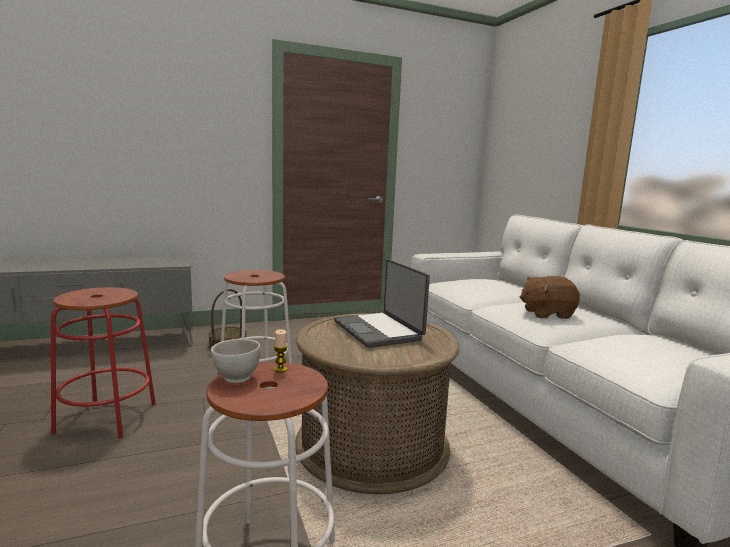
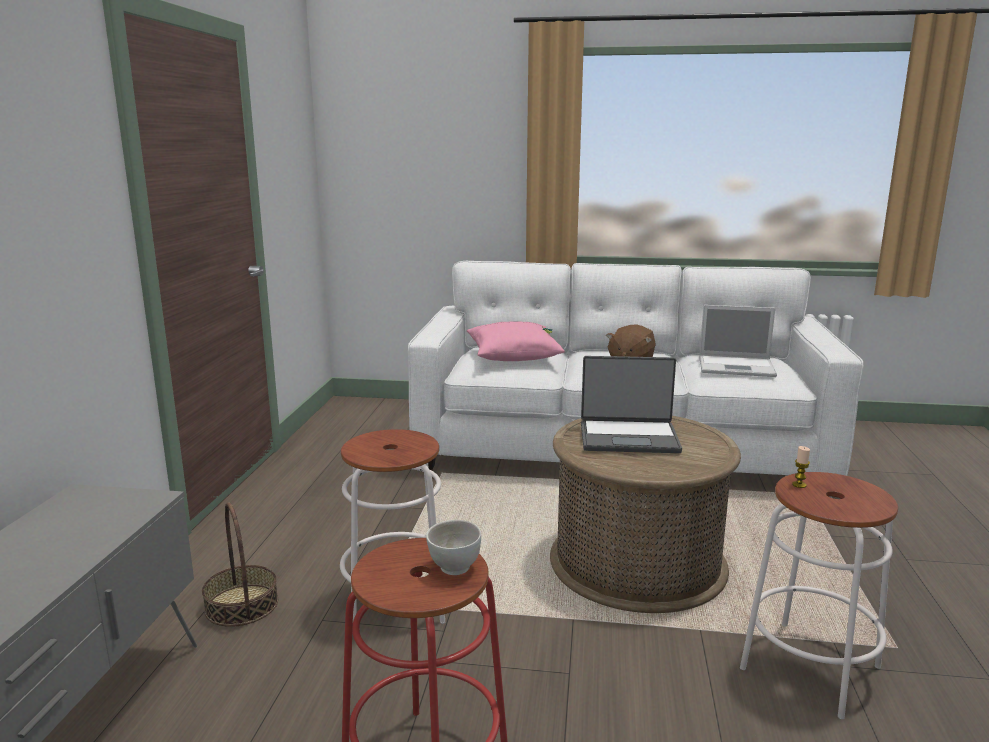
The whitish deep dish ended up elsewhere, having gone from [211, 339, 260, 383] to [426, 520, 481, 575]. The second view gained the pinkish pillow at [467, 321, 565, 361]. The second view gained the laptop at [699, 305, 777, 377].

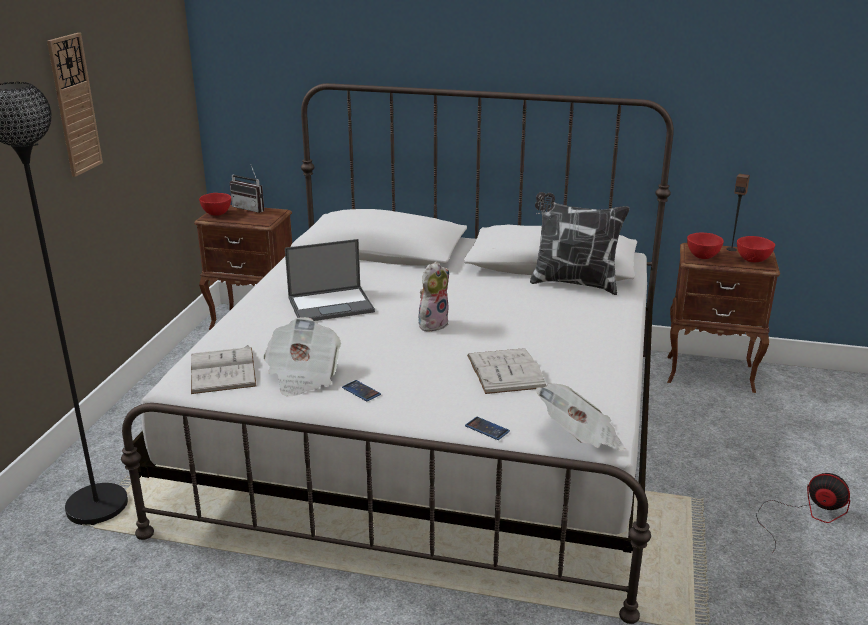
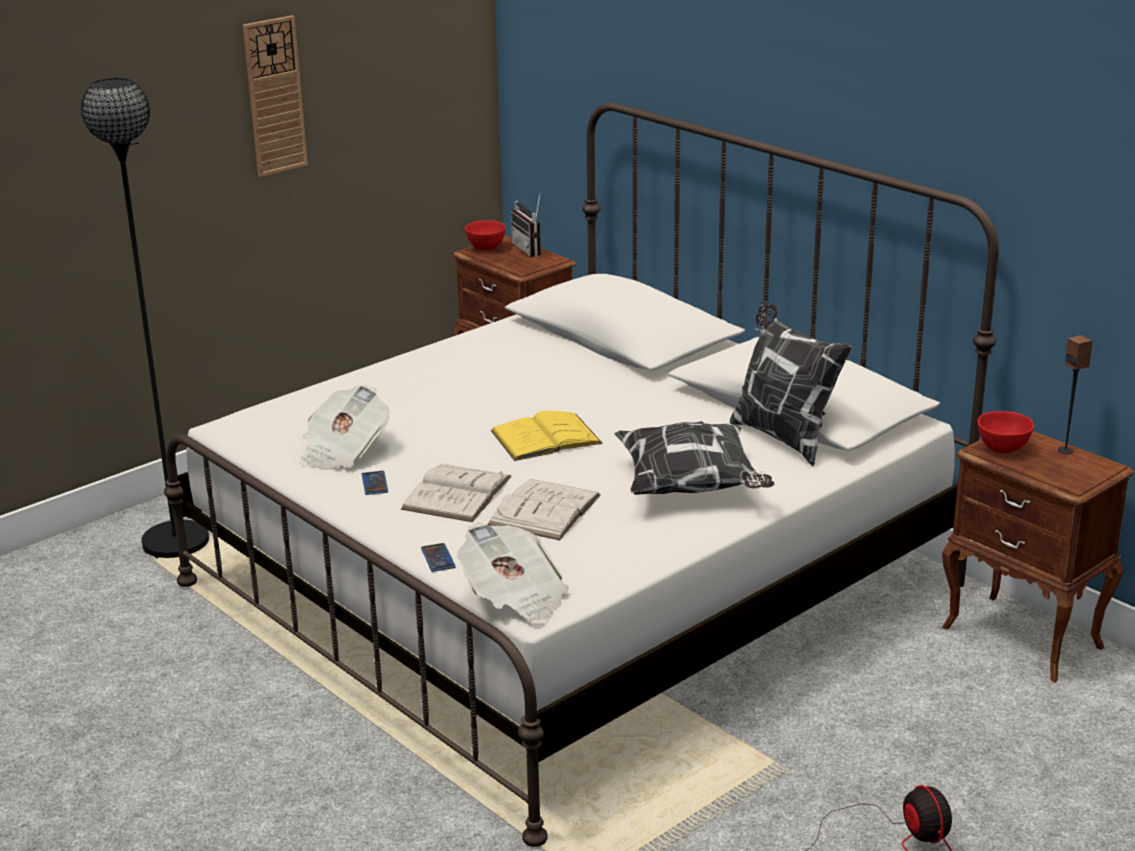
The whitish bound book ended up elsewhere, having gone from [191, 345, 256, 394] to [401, 463, 512, 522]. Where the soft toy stood at [418, 261, 449, 332], the yellow-coloured bound book came to stand at [491, 411, 603, 461]. The second view gained the pillow at [614, 421, 775, 495]. The second view lost the laptop at [285, 239, 375, 321]. The second view lost the reddish deep dish at [737, 236, 775, 262].

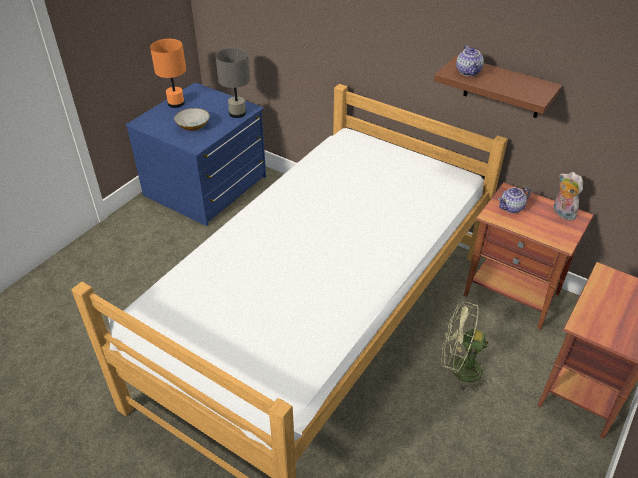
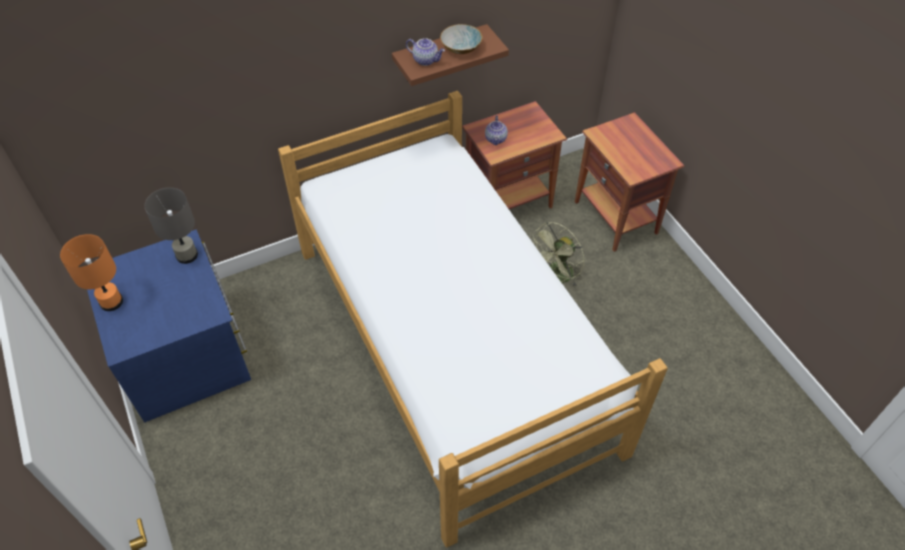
The deep dish ended up elsewhere, having gone from [174, 108, 210, 131] to [440, 24, 482, 54]. The second view lost the soft toy at [553, 172, 583, 221].

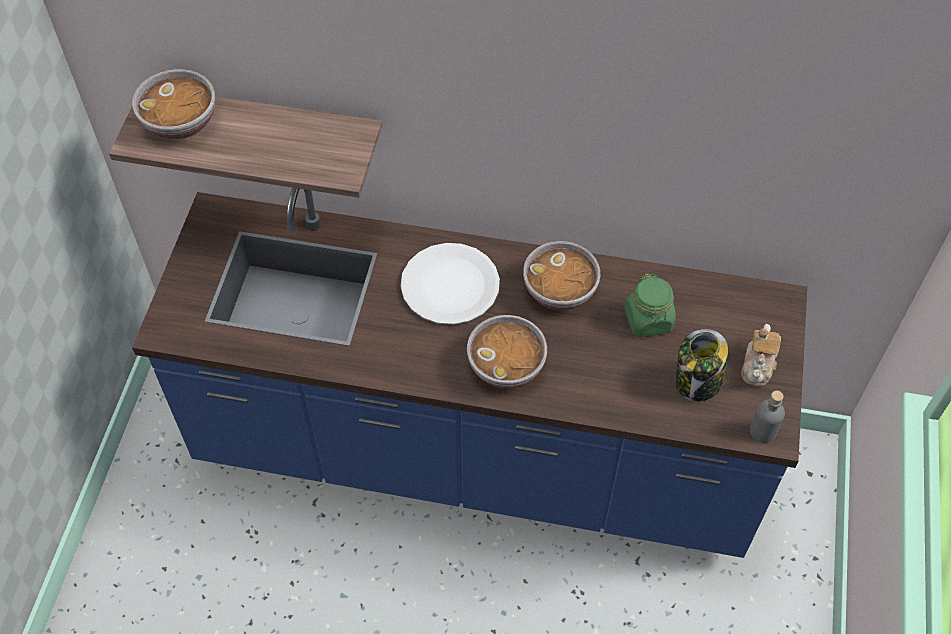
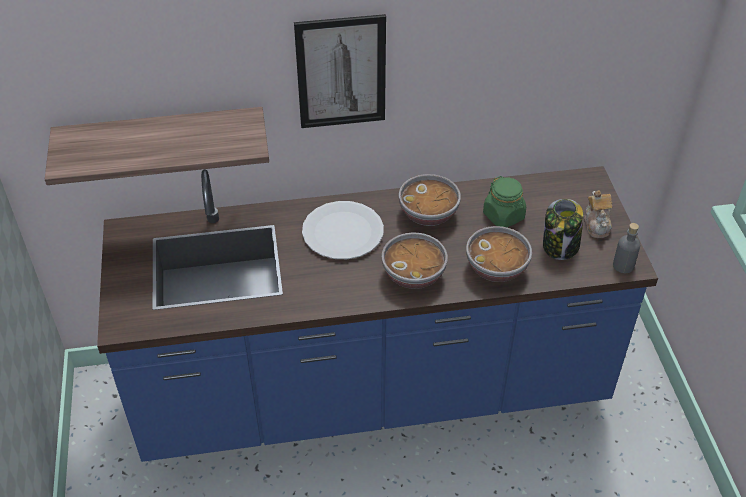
The second view gained the wall art at [294, 14, 386, 128]. The deep dish ended up elsewhere, having gone from [132, 69, 215, 140] to [466, 226, 532, 282].

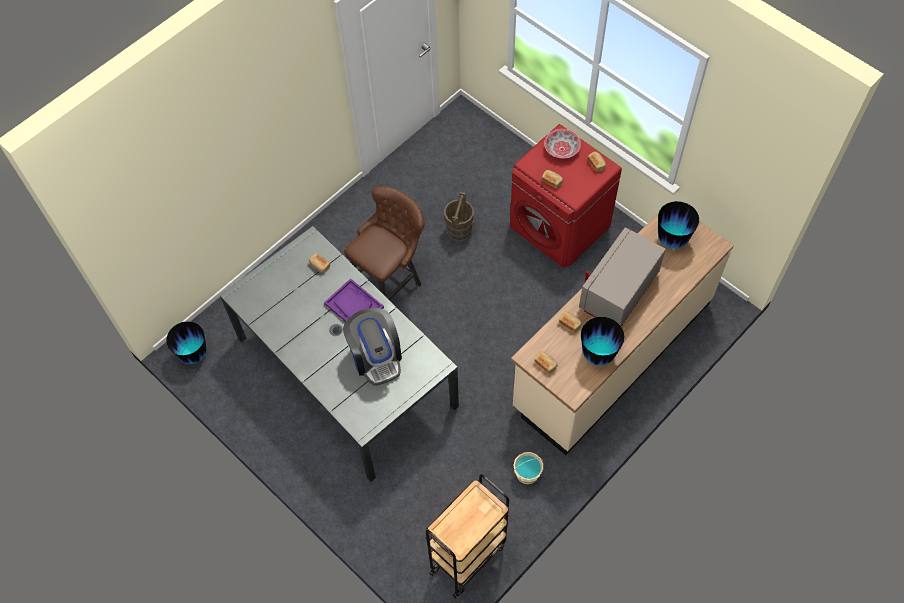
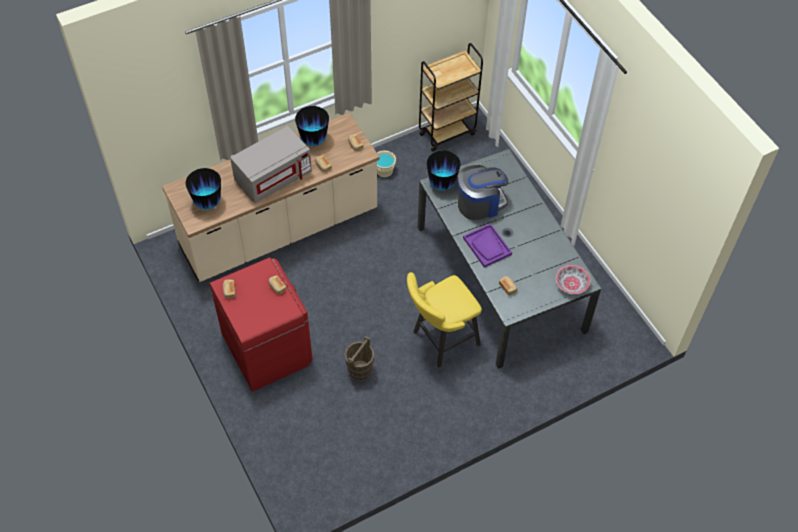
What was the brown-coloured stool at [344, 186, 425, 300] turned into the yellow-coloured stool at [407, 272, 482, 368]. The flower vase ended up elsewhere, having gone from [166, 321, 207, 364] to [427, 150, 461, 191]. The coffee maker at [343, 308, 402, 386] ended up facing another way, 75 degrees clockwise from before. The deep dish ended up elsewhere, having gone from [544, 129, 581, 159] to [556, 265, 590, 294].

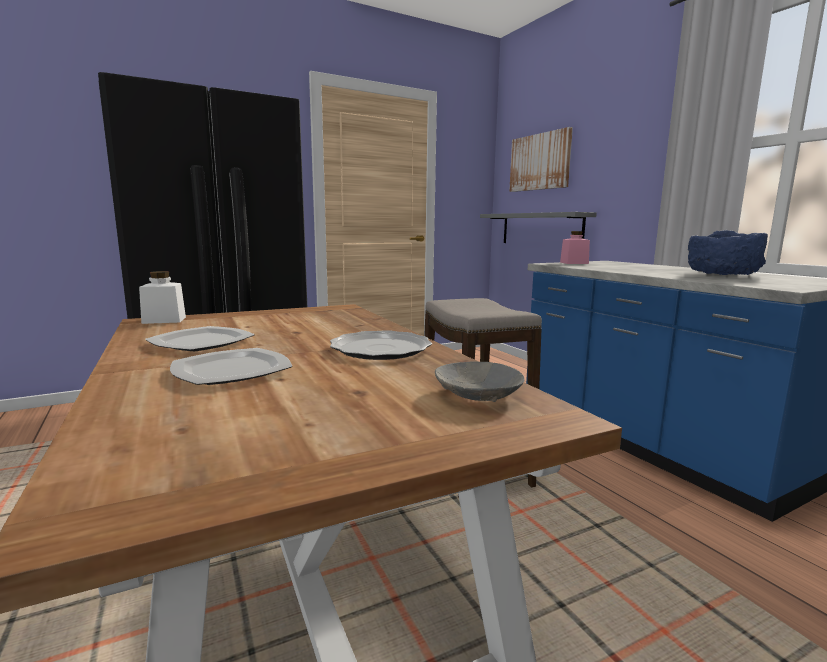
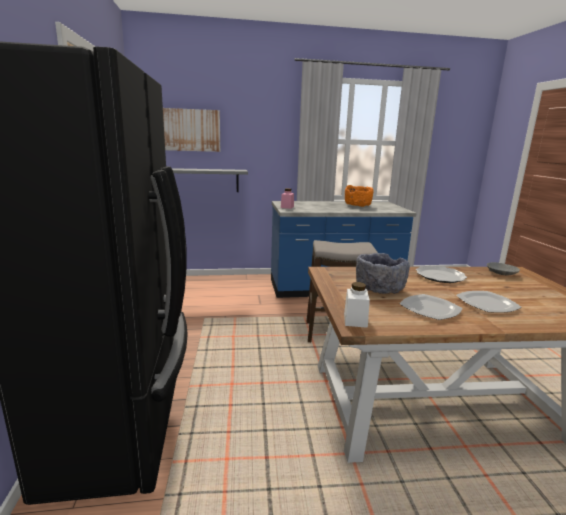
What was the bluish deep dish at [688, 230, 768, 275] turned into the orange deep dish at [345, 185, 374, 207]. The second view gained the grey deep dish at [356, 253, 410, 294].

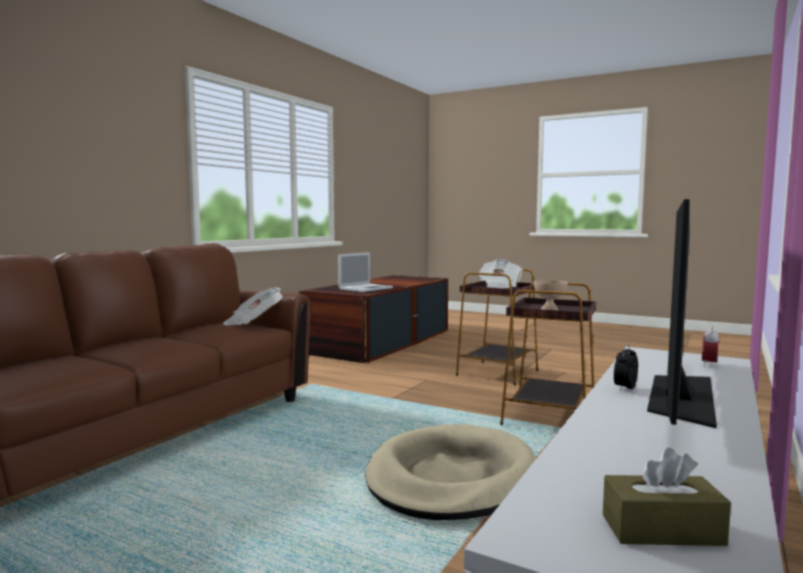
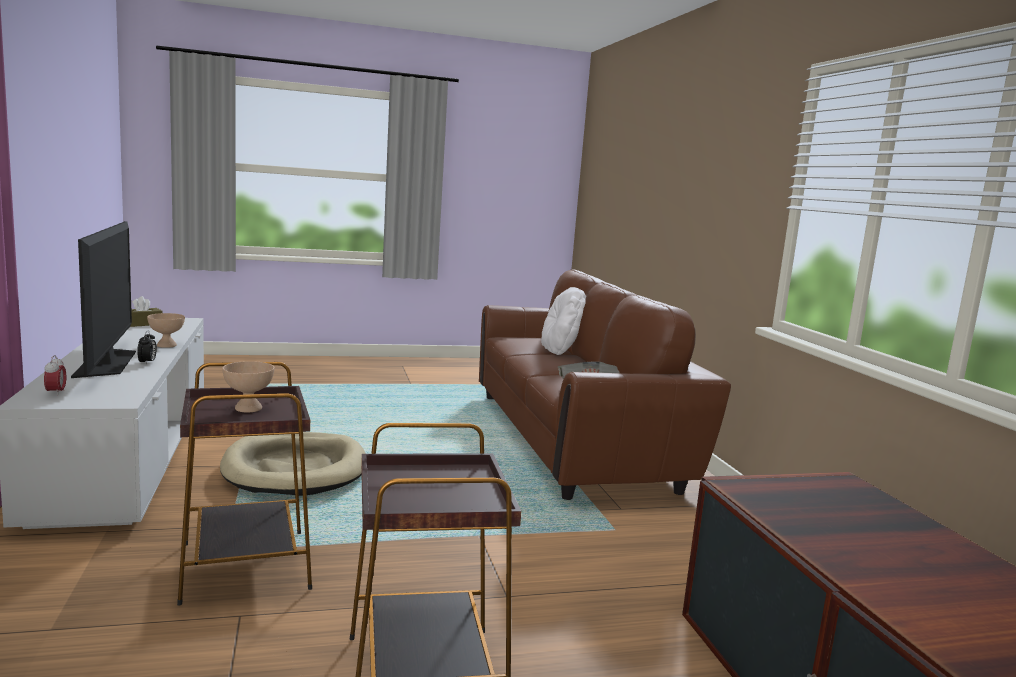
The second view gained the beige deep dish at [147, 313, 185, 348]. The second view gained the whitish pillow at [541, 287, 586, 355]. The second view lost the laptop at [338, 252, 393, 292]. The second view lost the newspaper at [479, 259, 523, 288].

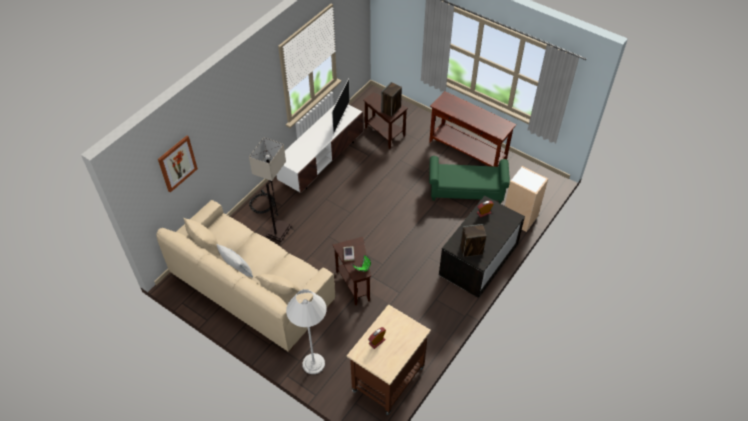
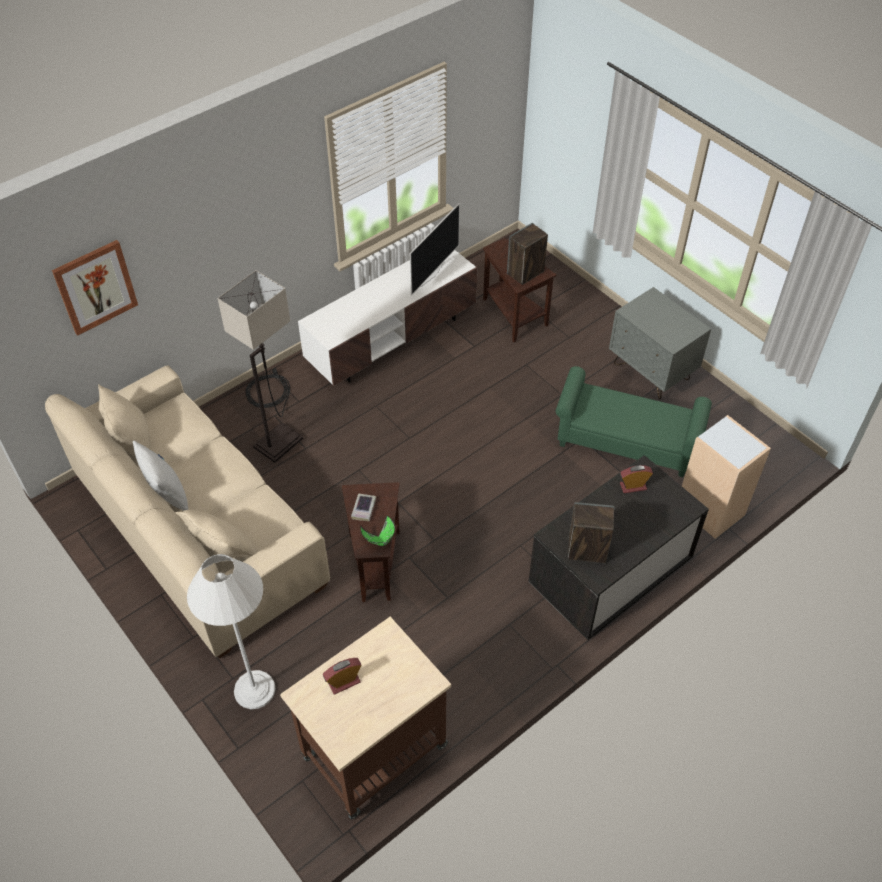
Where the brown-coloured narrow table stood at [429, 91, 516, 167], the grey night table came to stand at [609, 287, 711, 399].

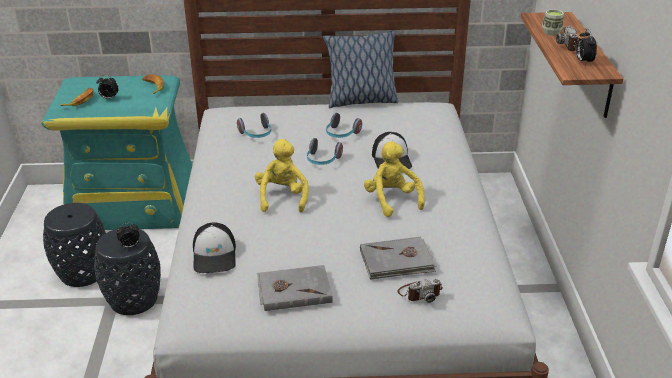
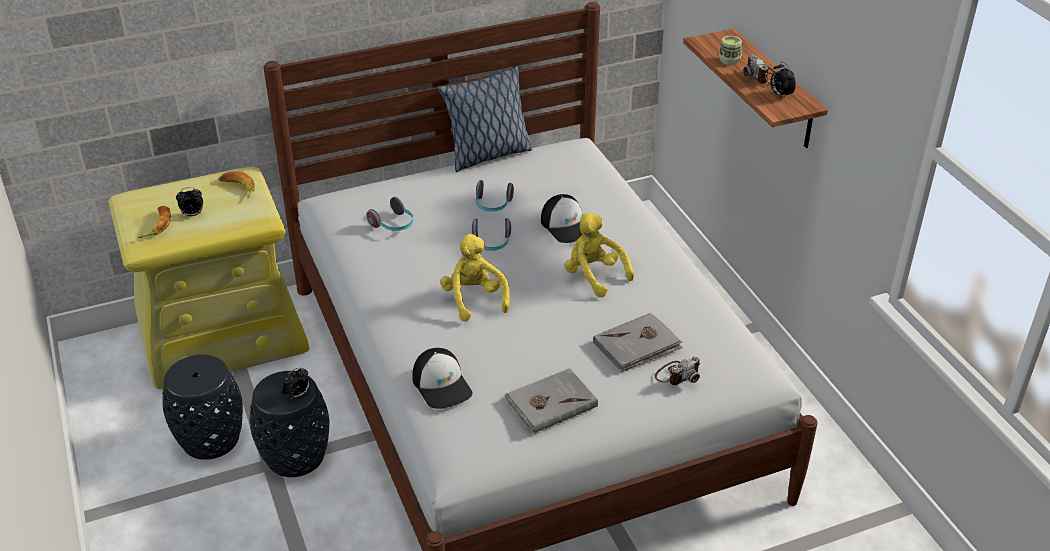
What was the turquoise night table at [41, 75, 192, 230] turned into the yellow-coloured night table at [108, 167, 309, 389].

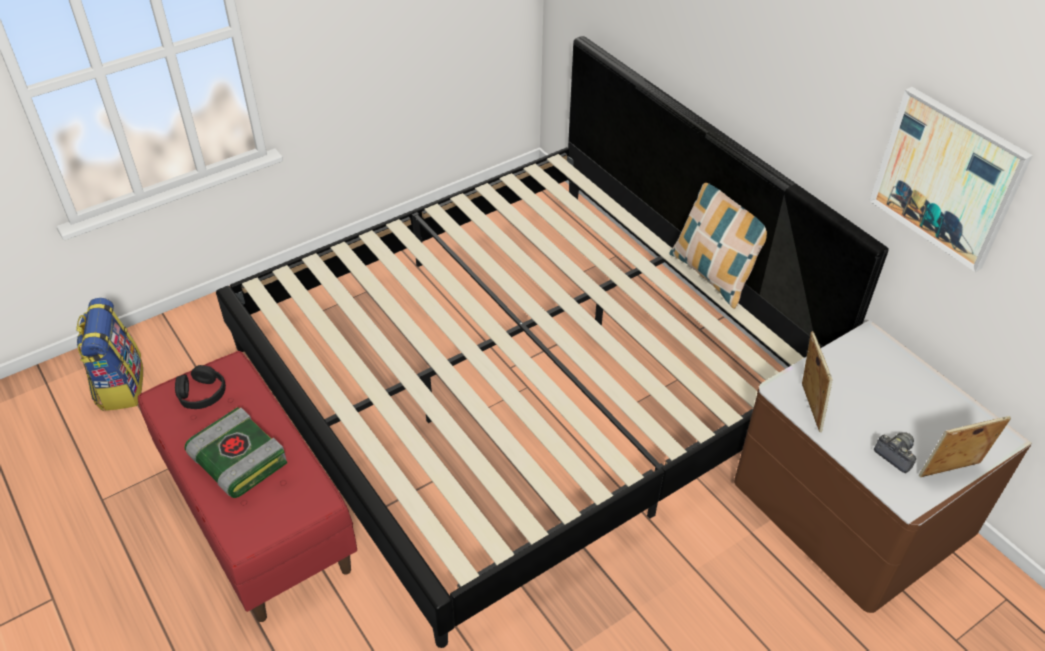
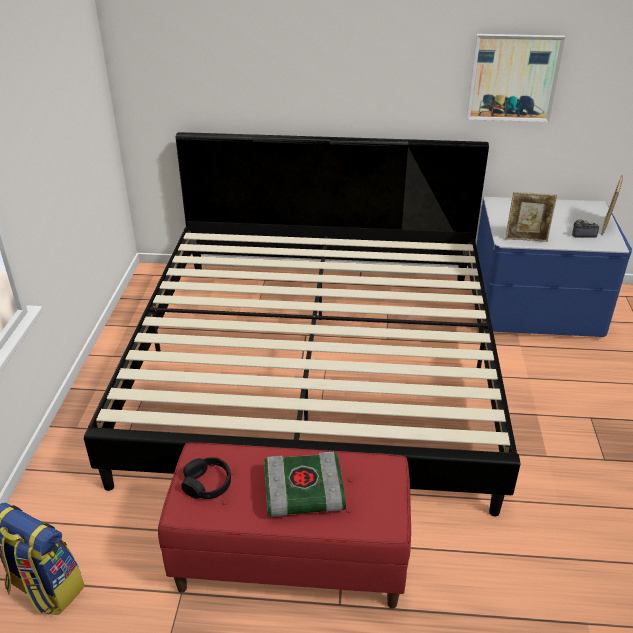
What was the brown-coloured night table at [734, 320, 1032, 613] turned into the bluish night table at [476, 197, 632, 337]. The photo frame at [802, 331, 833, 432] ended up facing another way, 150 degrees clockwise from before. The second view lost the pillow at [669, 183, 767, 309].

